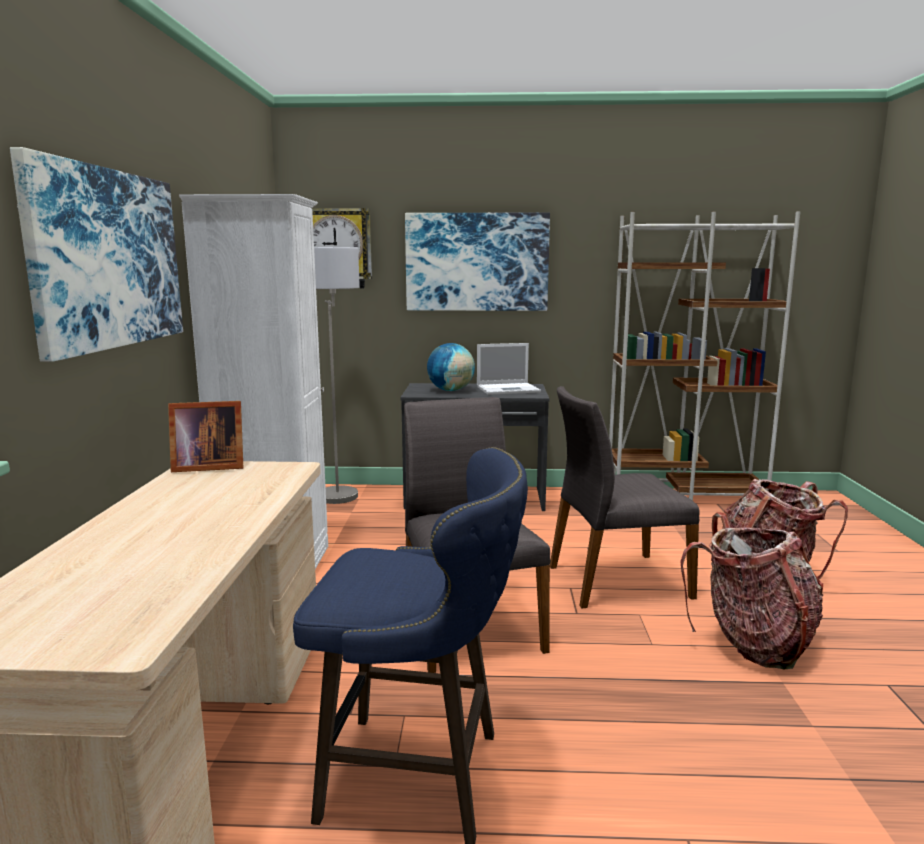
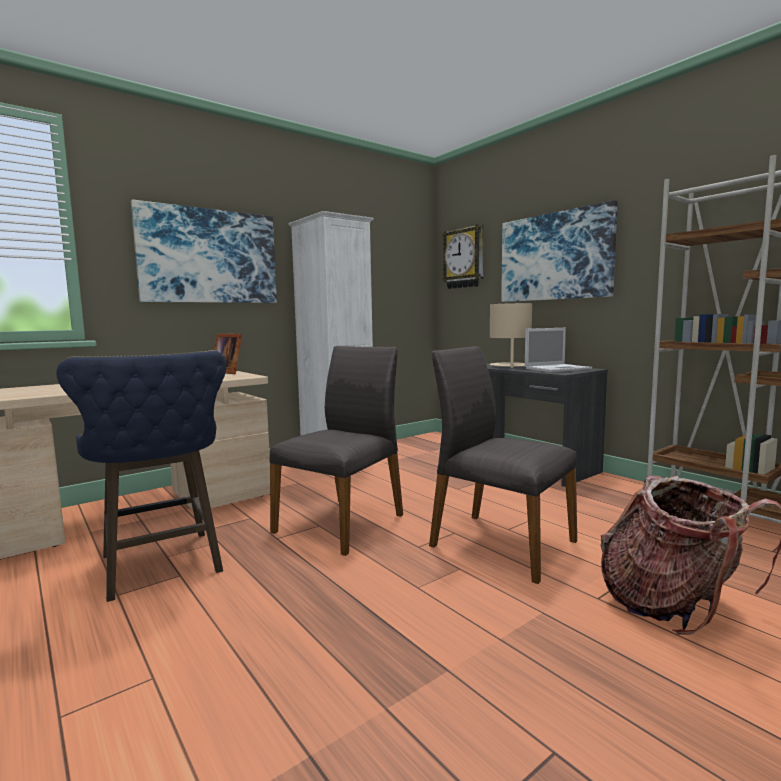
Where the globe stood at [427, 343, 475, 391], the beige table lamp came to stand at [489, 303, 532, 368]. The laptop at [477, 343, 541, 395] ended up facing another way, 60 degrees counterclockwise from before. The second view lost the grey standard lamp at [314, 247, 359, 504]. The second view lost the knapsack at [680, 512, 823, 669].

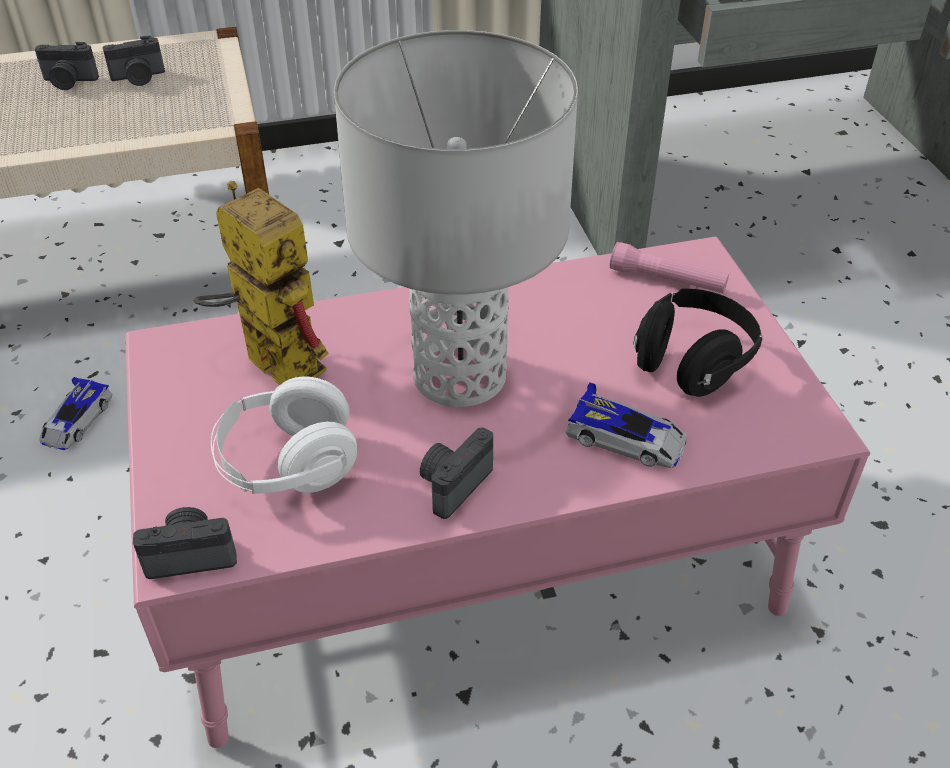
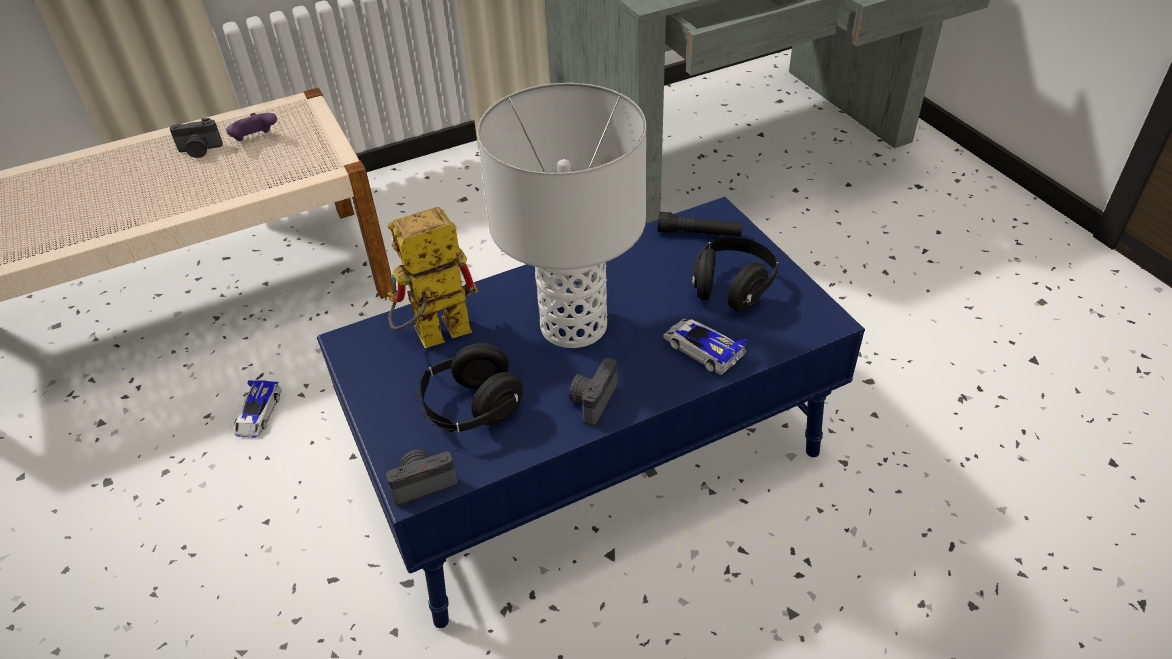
Where the still camera stood at [102, 36, 165, 86], the purple gamepad came to stand at [226, 113, 277, 141]. What was the pinkish low table at [125, 237, 870, 748] turned into the bluish low table at [317, 197, 865, 628]. The model robot at [193, 181, 328, 385] ended up facing another way, 60 degrees counterclockwise from before. What was the whitish headset at [211, 377, 357, 494] turned into the black-coloured headset at [416, 343, 523, 432]. What was the pinkish flashlight at [610, 242, 729, 293] turned into the black-coloured flashlight at [658, 212, 743, 237]. The model car at [565, 383, 686, 468] ended up facing another way, 150 degrees counterclockwise from before.

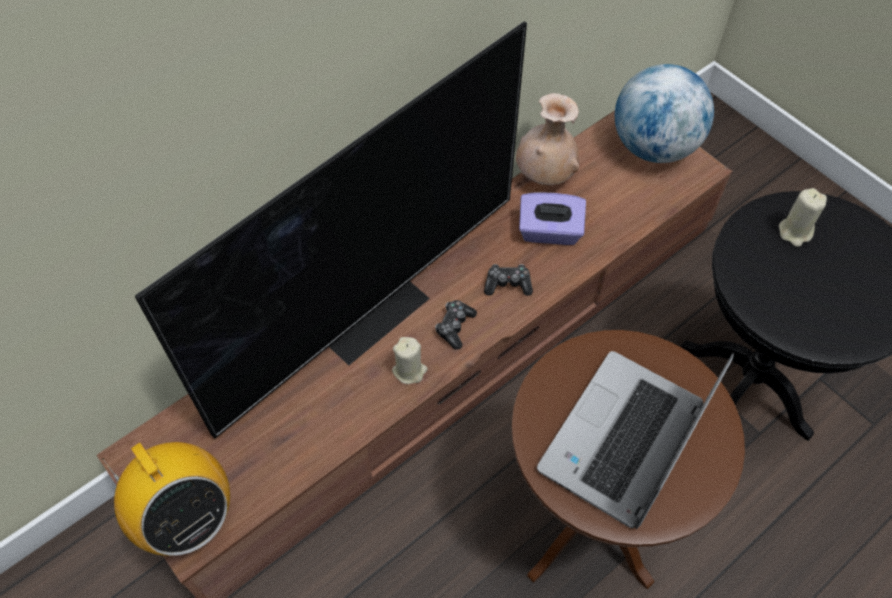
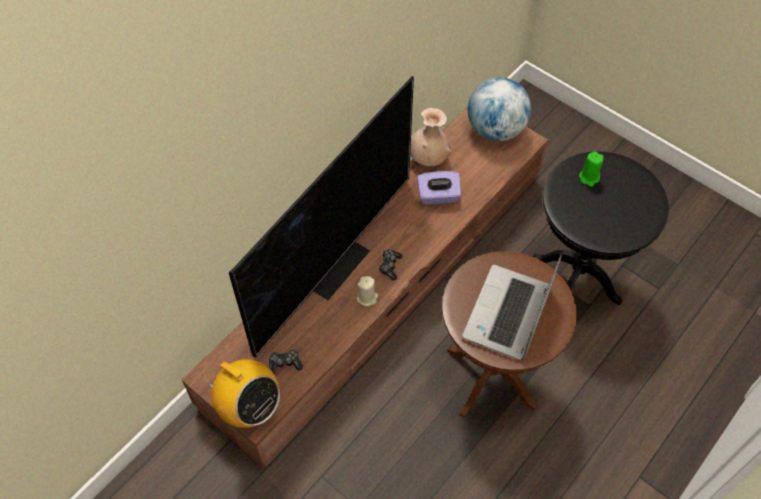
The gamepad ended up elsewhere, having gone from [484, 264, 533, 296] to [269, 349, 303, 374]. What was the beige wax candle at [779, 188, 827, 247] turned into the green wax candle at [579, 151, 603, 187].

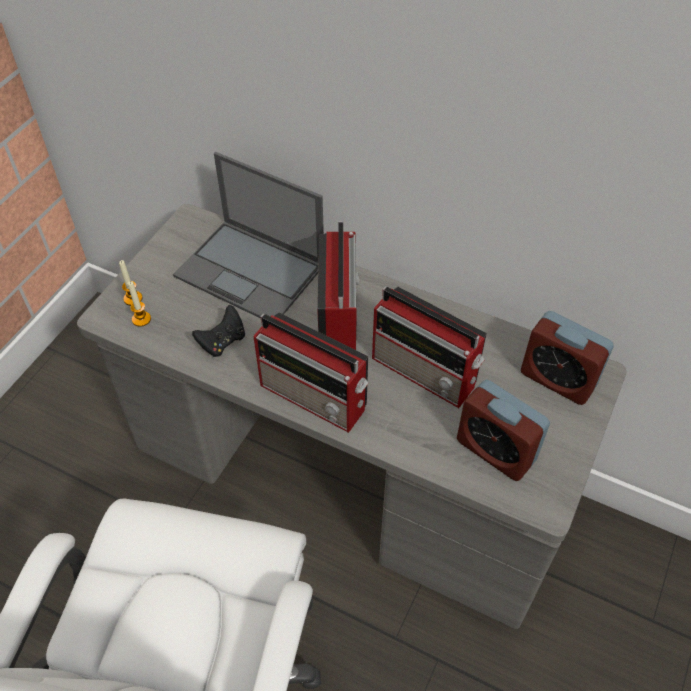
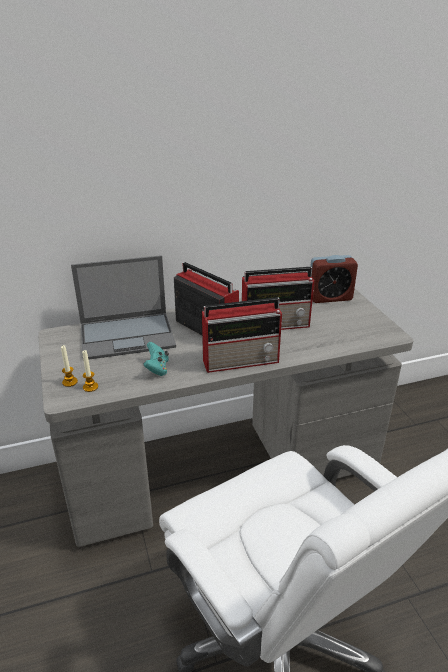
What was the black-coloured gamepad at [192, 305, 245, 357] turned into the turquoise gamepad at [143, 342, 169, 376]. The second view lost the table clock at [457, 379, 550, 481].

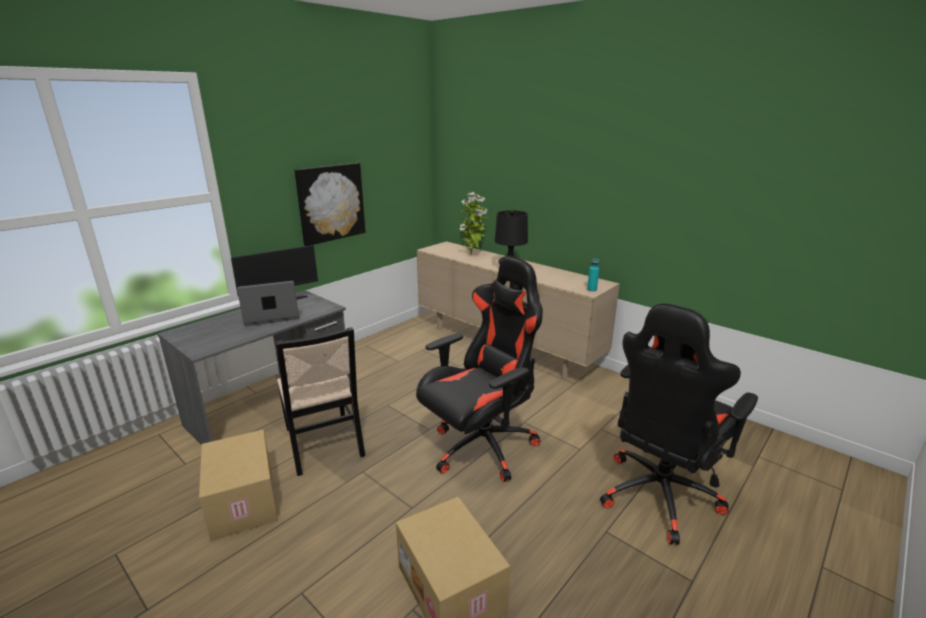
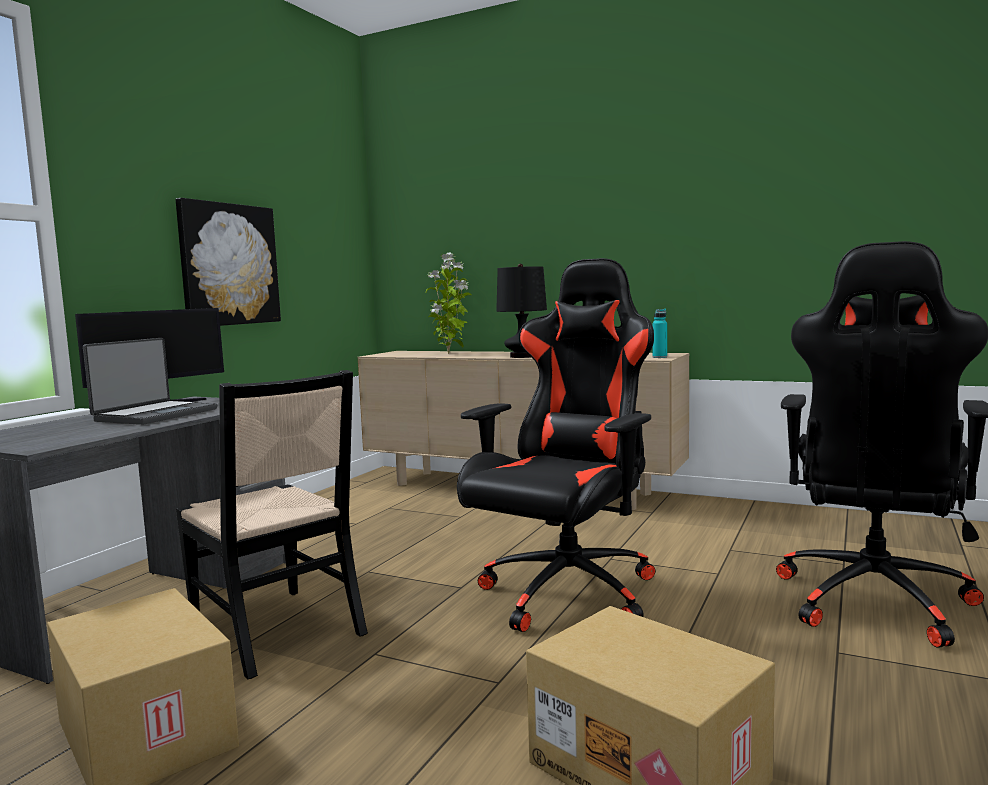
The laptop at [237, 281, 299, 326] ended up facing another way, 150 degrees clockwise from before.

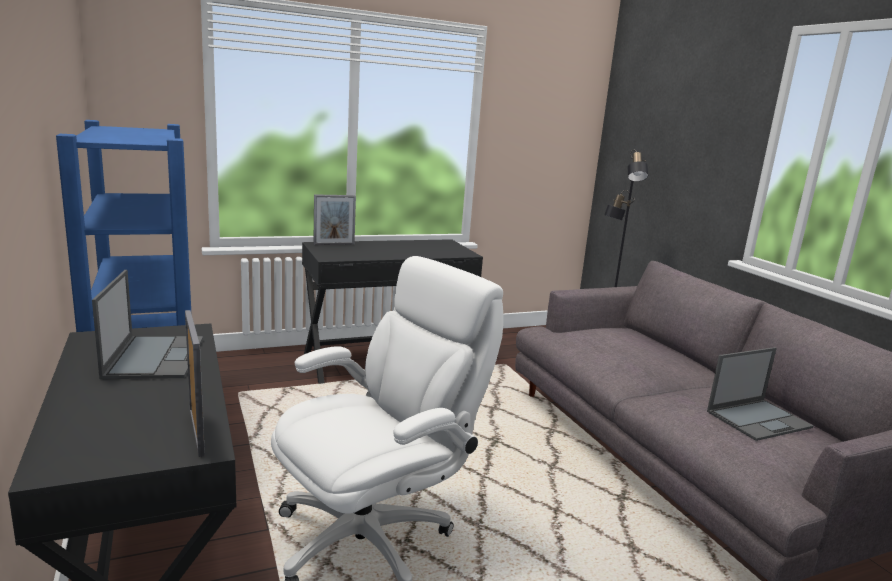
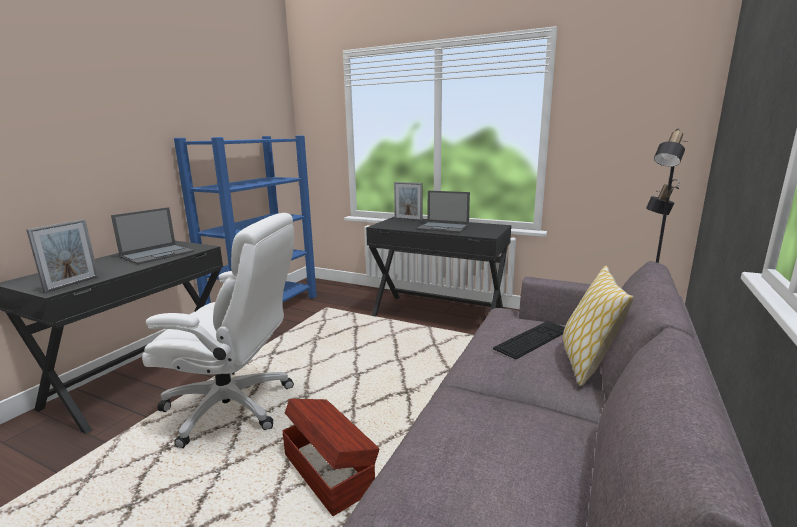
The second view gained the brown-coloured storage container at [282, 399, 380, 516]. The laptop ended up elsewhere, having gone from [707, 347, 813, 441] to [417, 191, 470, 233]. The second view gained the computer keyboard at [493, 321, 565, 359]. The second view gained the pillow at [563, 266, 634, 386].

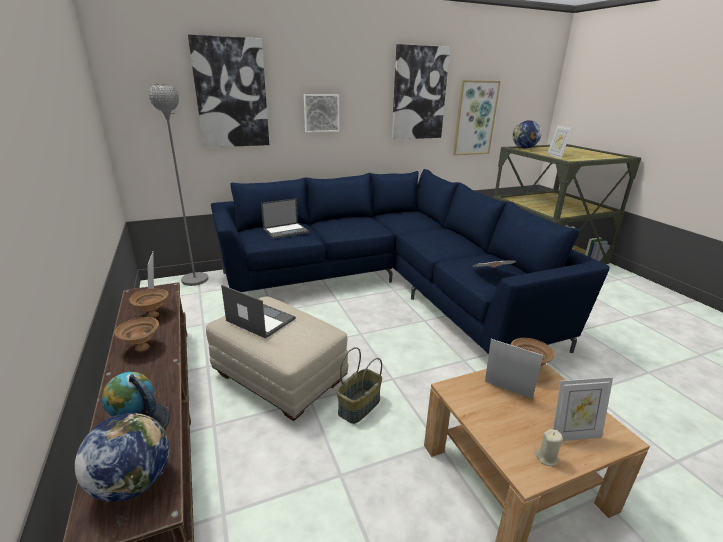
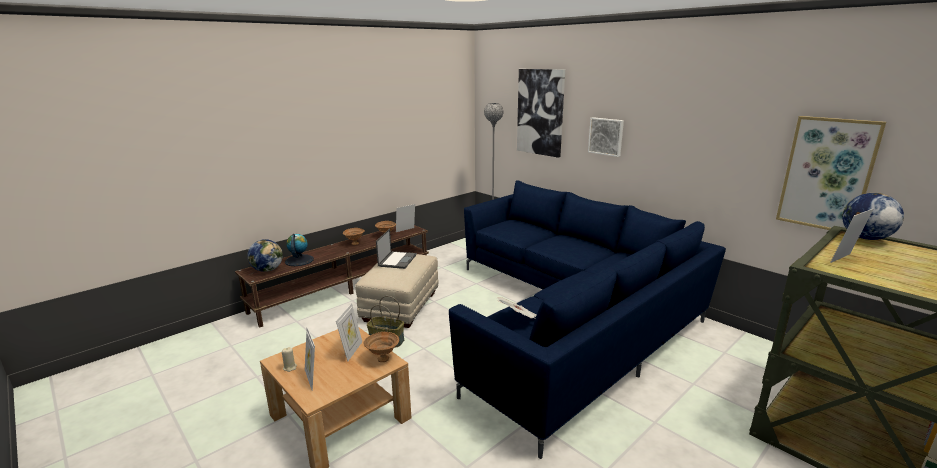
The second view lost the laptop at [261, 198, 309, 239]. The second view lost the wall art at [392, 44, 450, 139].

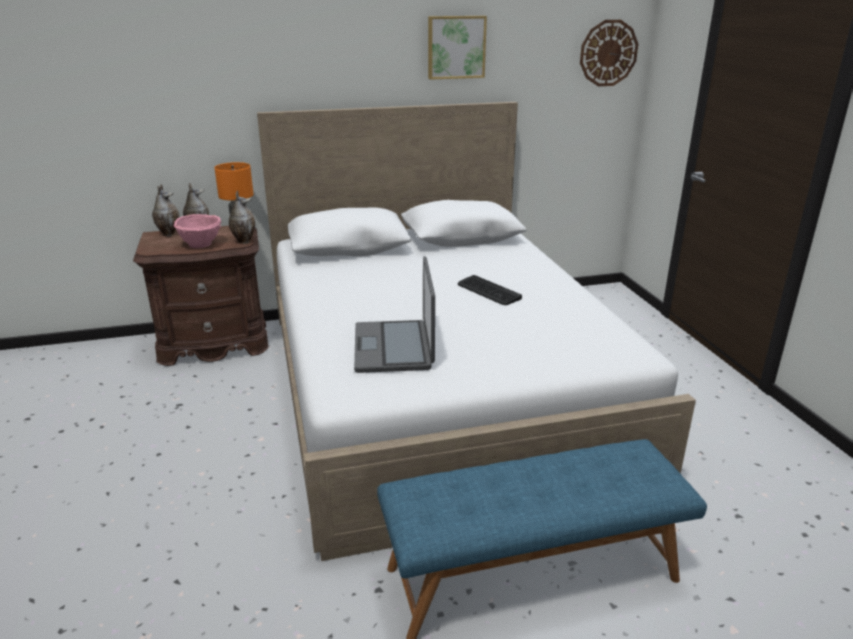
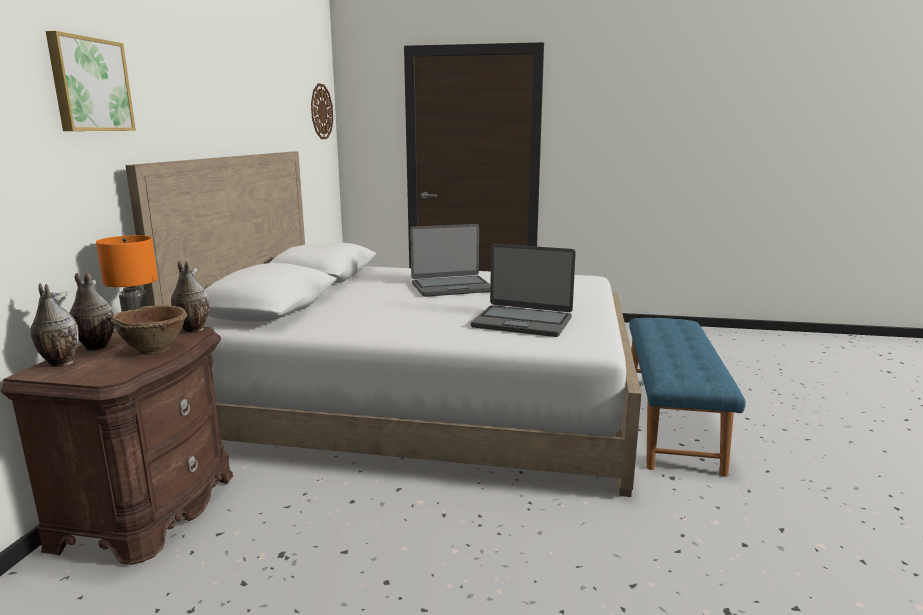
The wall art ended up elsewhere, having gone from [428, 16, 487, 80] to [46, 31, 136, 131]. What was the pinkish deep dish at [173, 214, 221, 248] turned into the brown-coloured deep dish at [111, 305, 187, 355]. Where the computer keyboard stood at [458, 275, 522, 305], the laptop came to stand at [410, 224, 491, 297].

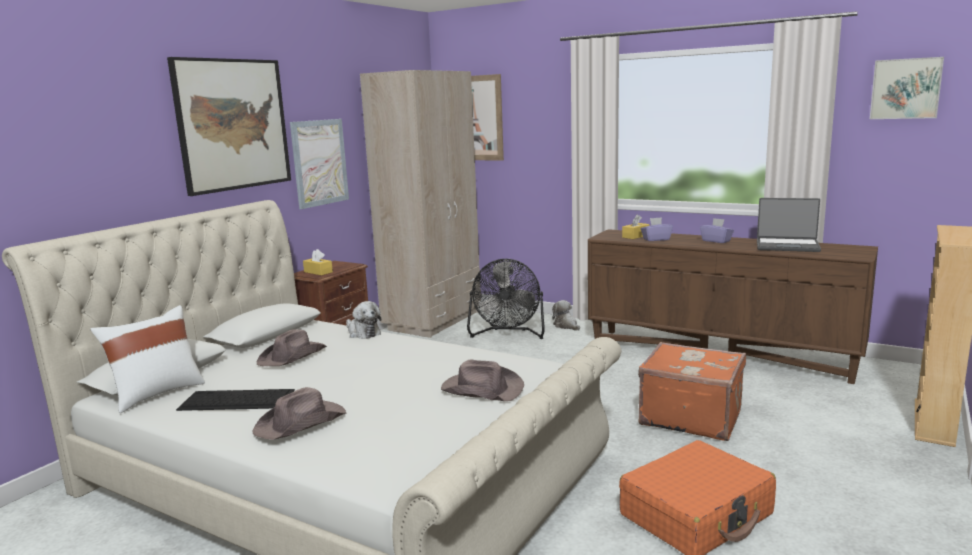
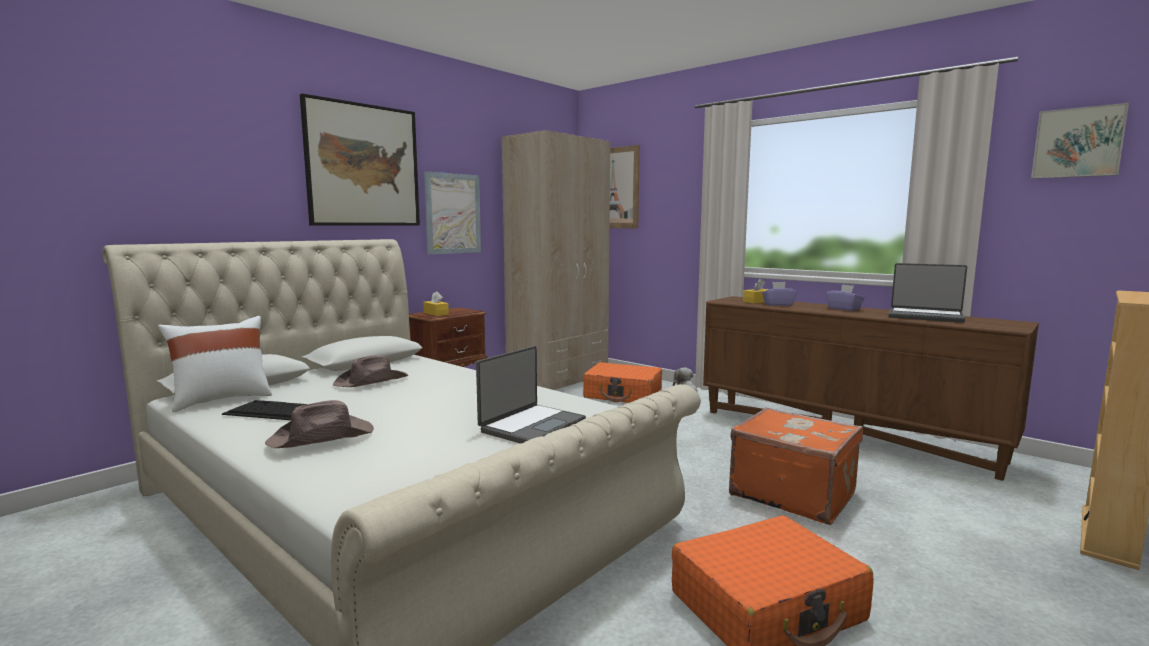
Where the brown-coloured wearable hat stood at [441, 359, 524, 401], the laptop came to stand at [476, 346, 586, 443]. Where the black-coloured fan stood at [467, 259, 545, 339], the orange suitcase came to stand at [583, 362, 662, 403]. The second view lost the soft toy at [346, 301, 381, 339].

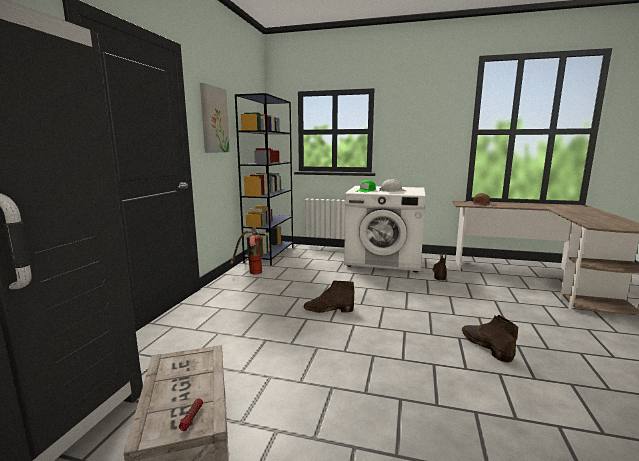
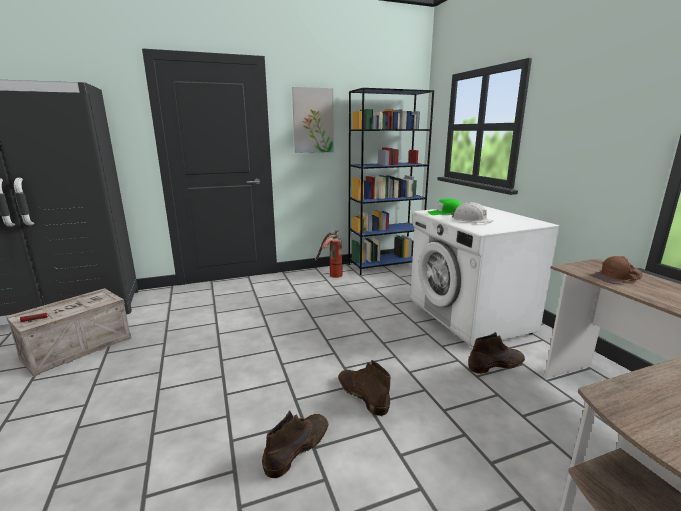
The brown-coloured tall boot ended up elsewhere, having gone from [304, 281, 354, 313] to [338, 360, 390, 416].

